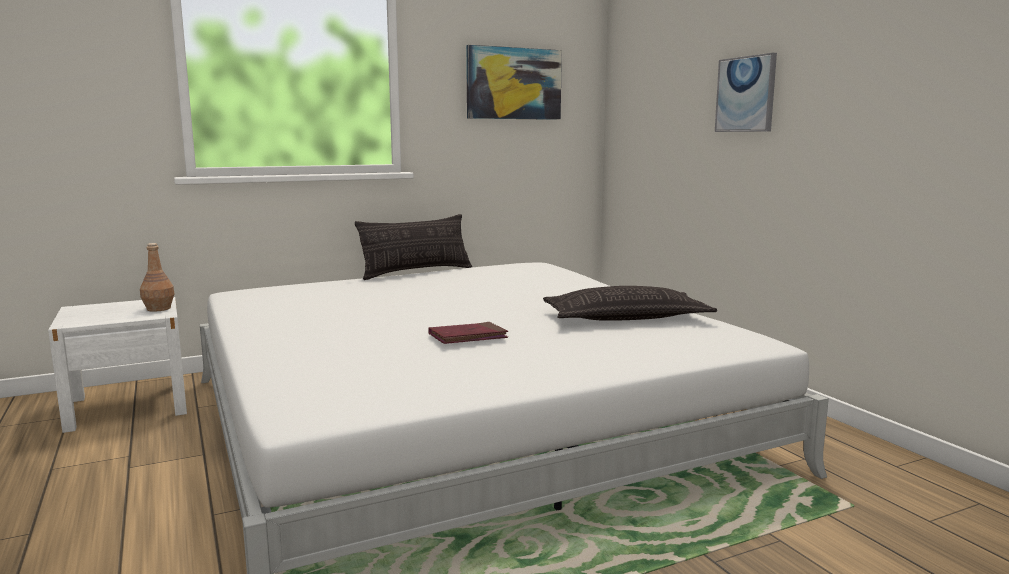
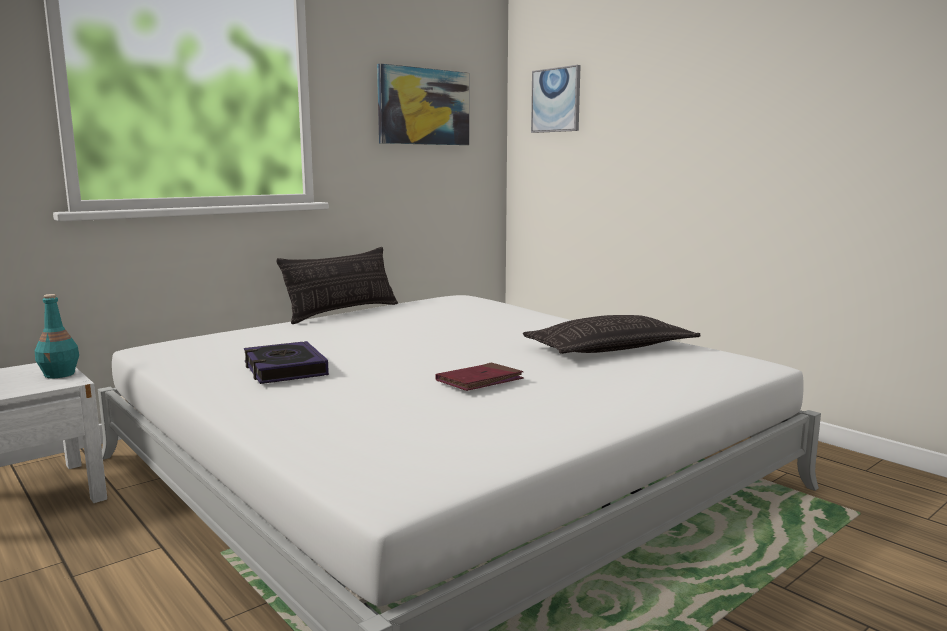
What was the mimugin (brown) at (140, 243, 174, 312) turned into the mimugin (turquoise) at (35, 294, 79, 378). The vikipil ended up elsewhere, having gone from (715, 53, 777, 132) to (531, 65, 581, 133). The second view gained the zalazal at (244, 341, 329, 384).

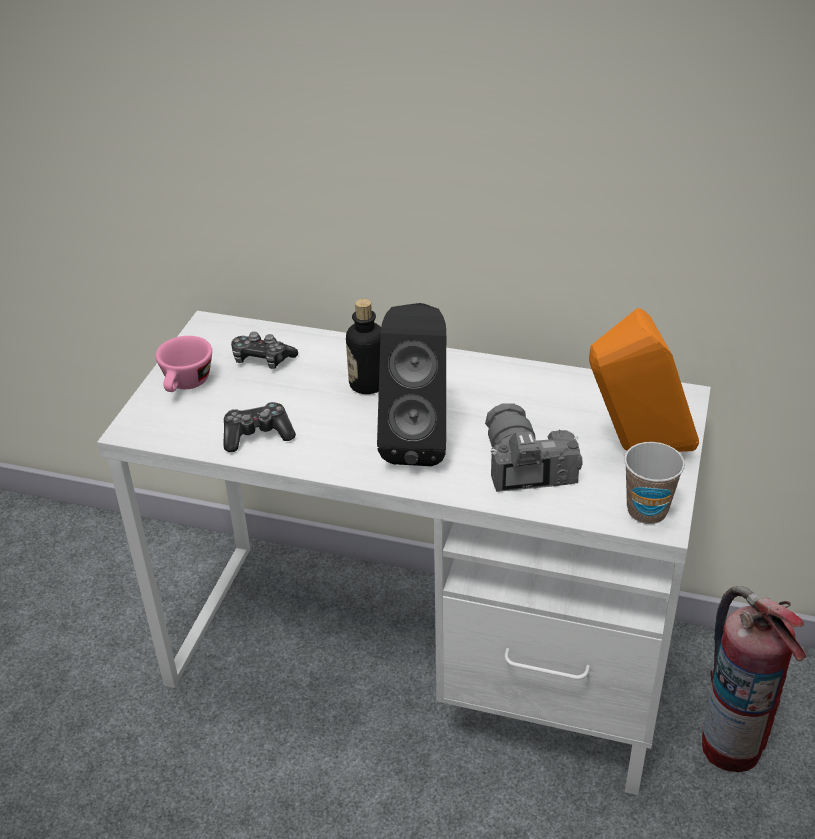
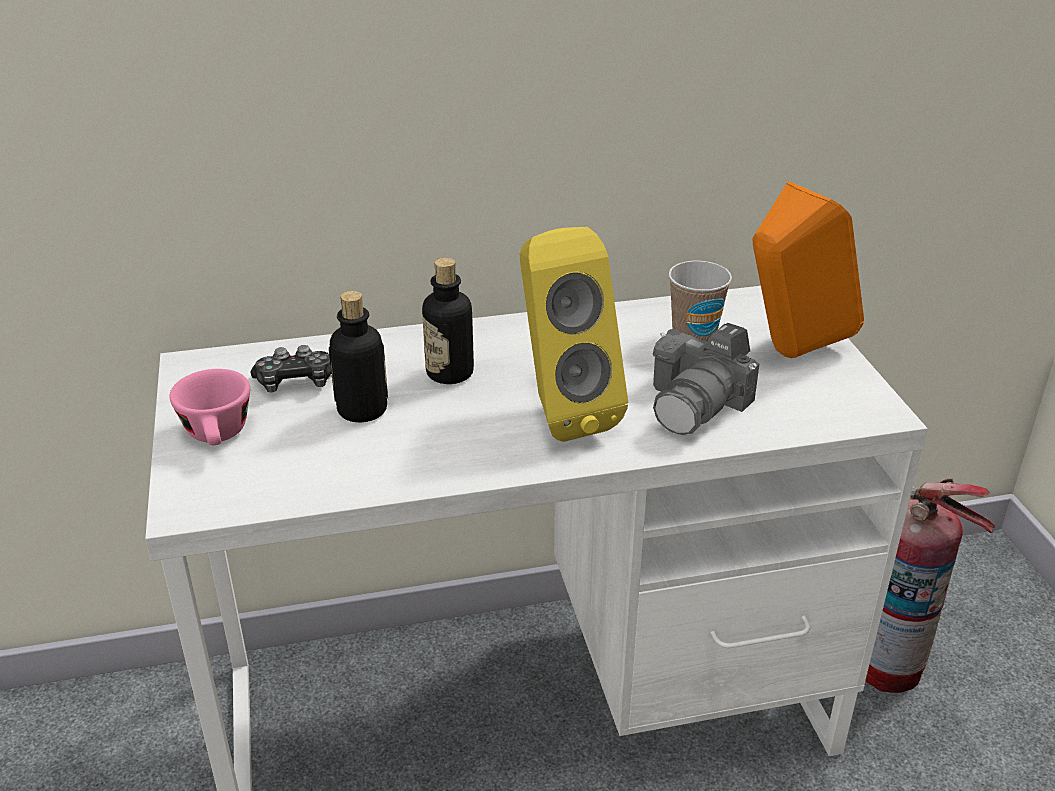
The second view lost the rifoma at (223, 402, 296, 452). What was the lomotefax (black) at (377, 303, 446, 466) turned into the lomotefax (yellow) at (519, 227, 628, 442). The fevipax at (485, 403, 583, 492) ended up facing another way, 105 degrees counterclockwise from before. The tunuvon ended up elsewhere, having gone from (624, 442, 685, 524) to (668, 261, 732, 341). The second view gained the mimugin at (329, 291, 388, 422).

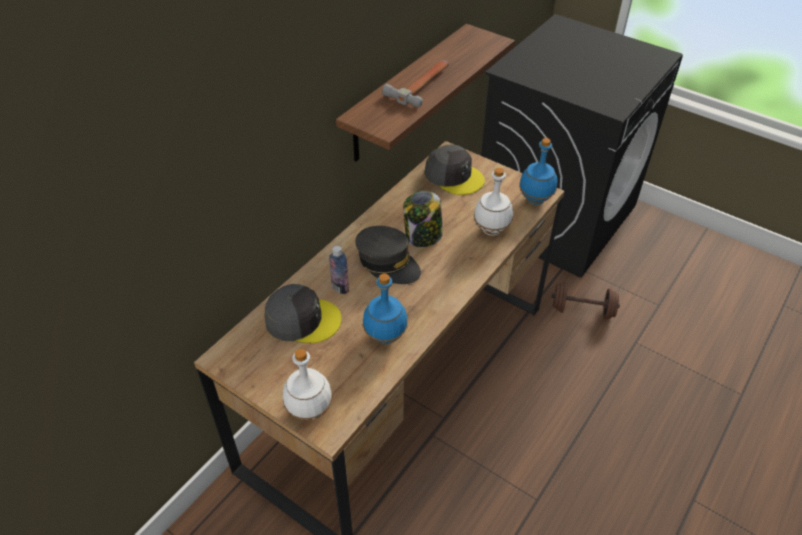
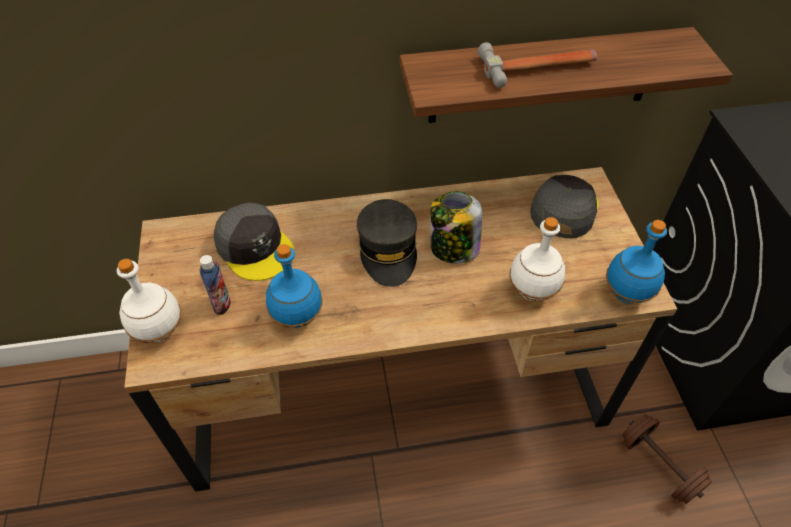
The mimugin ended up elsewhere, having gone from (329, 246, 349, 294) to (200, 255, 231, 315). The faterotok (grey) at (425, 145, 485, 195) ended up facing another way, 150 degrees counterclockwise from before.

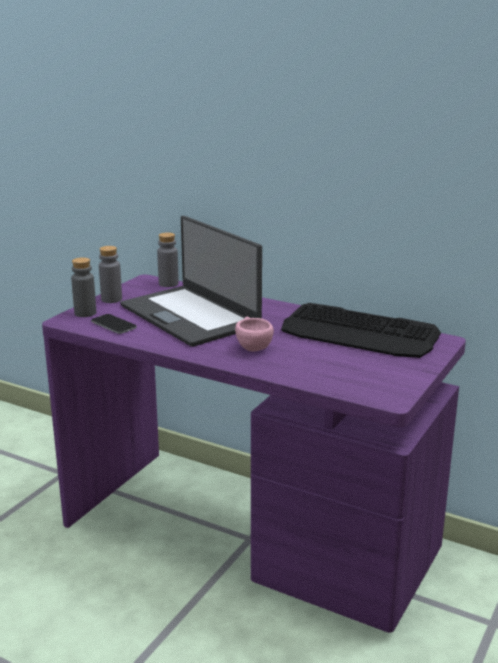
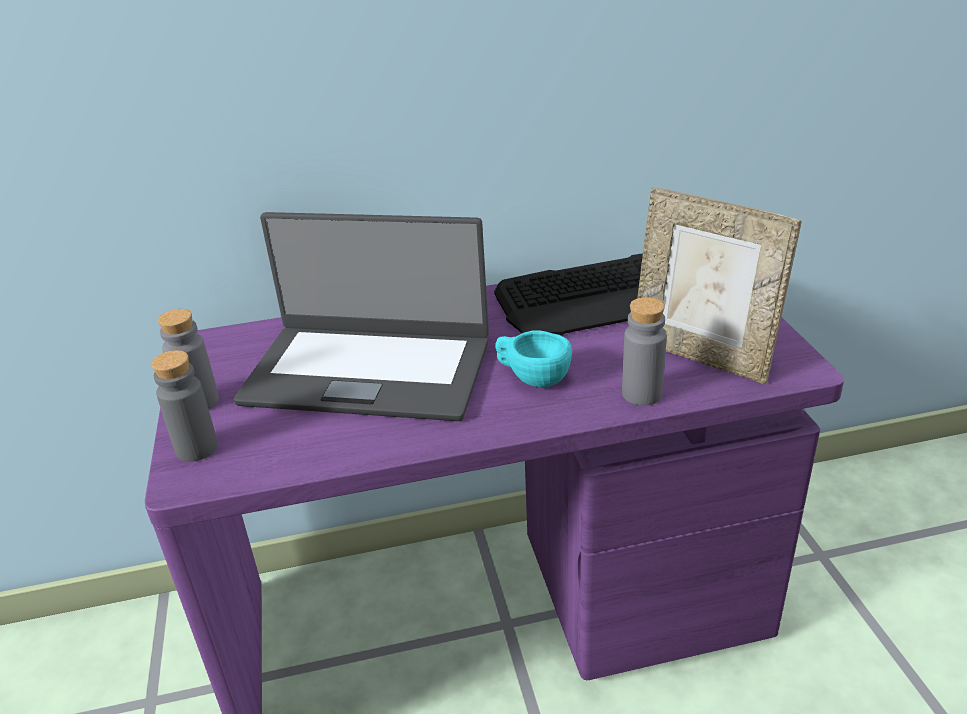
The second view lost the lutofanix at (91, 314, 137, 334). The mimugin (grey) ended up elsewhere, having gone from (157, 232, 179, 287) to (622, 297, 667, 406). What was the tunuvon (pink) at (235, 317, 274, 351) turned into the tunuvon (turquoise) at (495, 330, 572, 388). The second view gained the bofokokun at (638, 187, 802, 384).

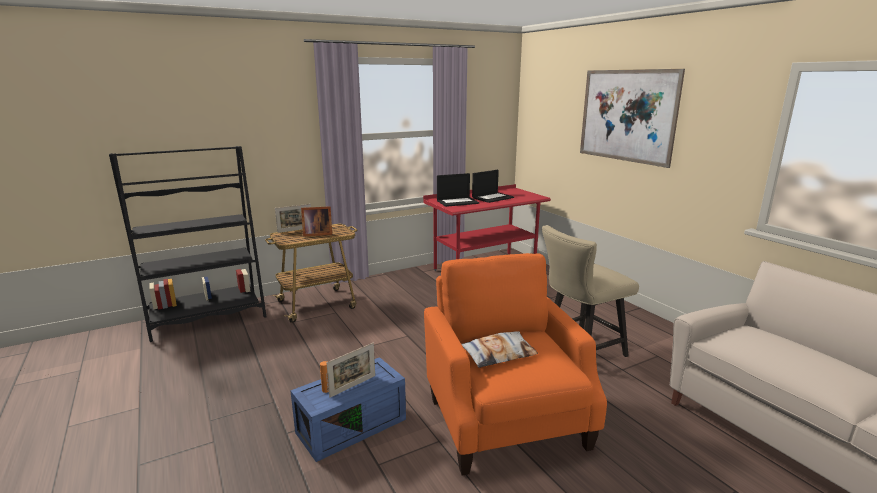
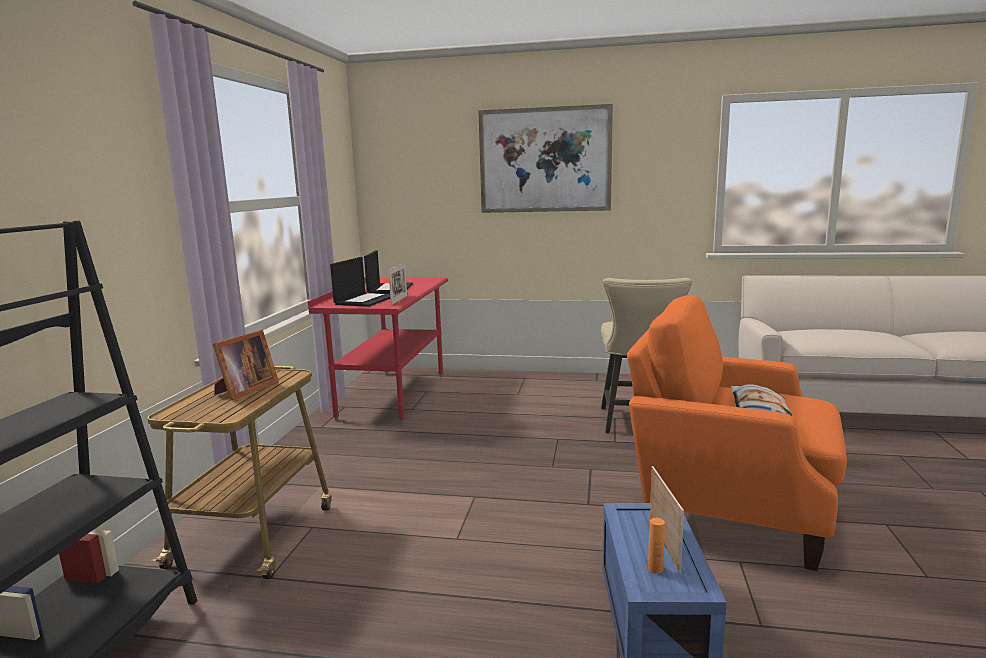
The bofokokun ended up elsewhere, having gone from (275, 204, 311, 233) to (389, 263, 407, 305).

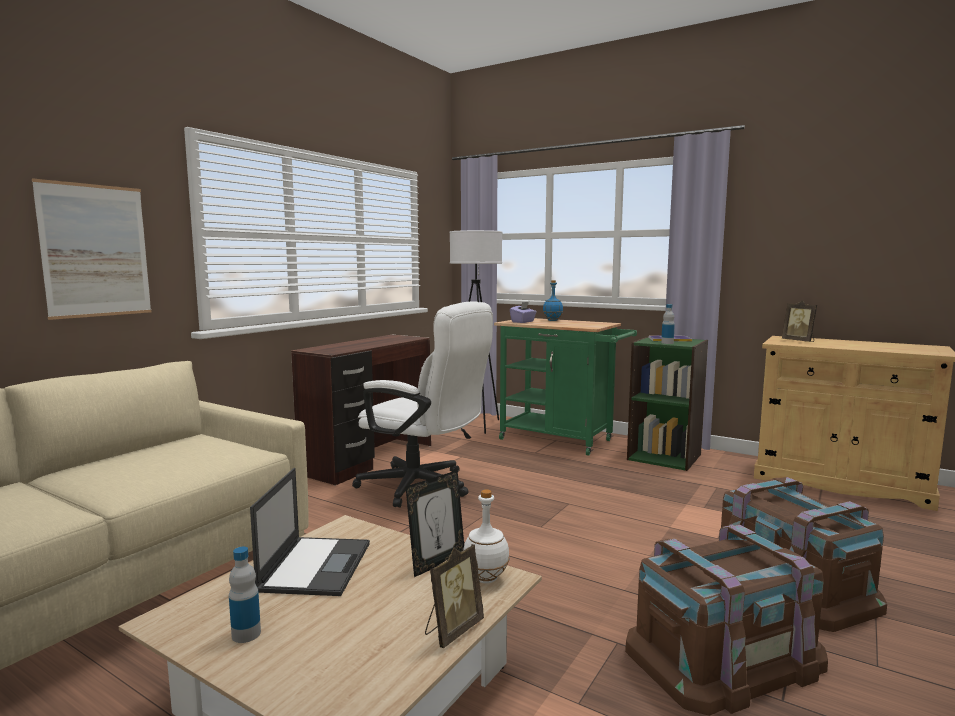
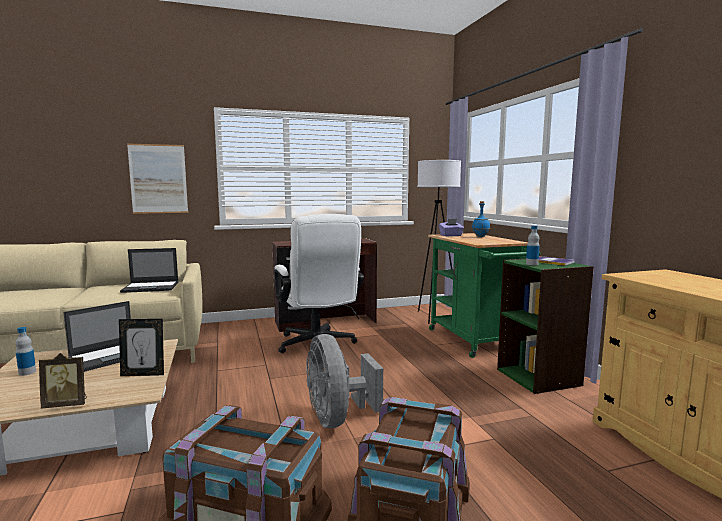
The second view lost the mimugin (white) at (463, 489, 509, 583). The second view lost the bofokokun at (782, 300, 817, 342). The second view gained the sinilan at (120, 248, 178, 293). The second view gained the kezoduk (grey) at (306, 334, 383, 428).

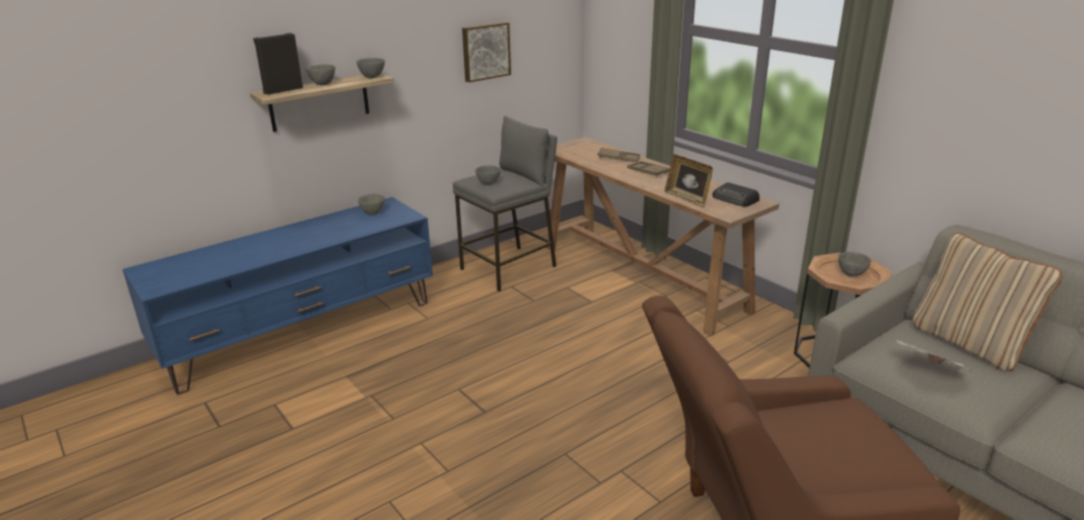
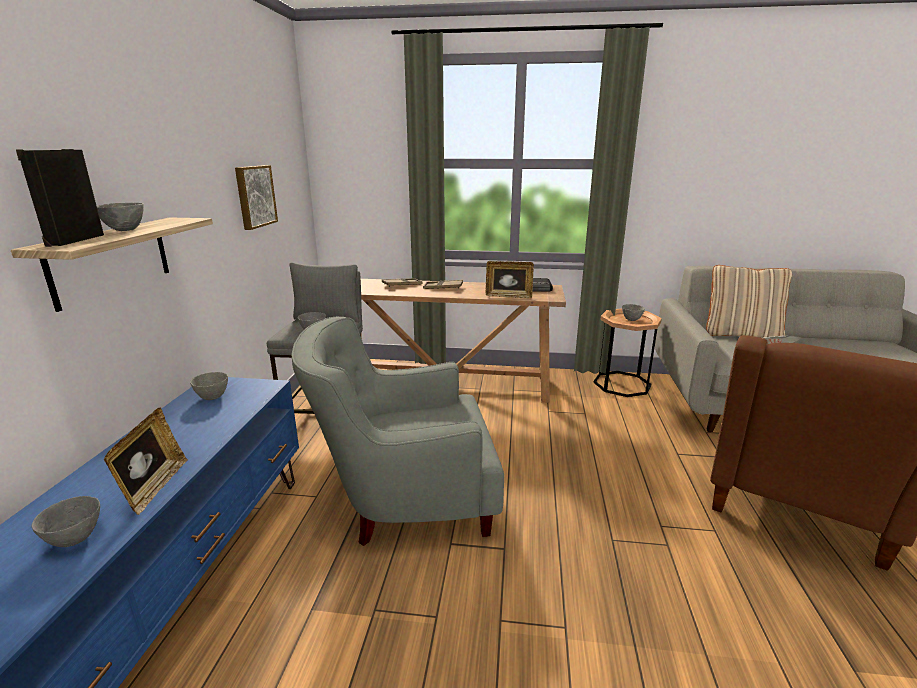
The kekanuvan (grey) ended up elsewhere, having gone from (356, 58, 385, 78) to (31, 496, 100, 547). The second view gained the bofokokun at (104, 407, 188, 515). The second view gained the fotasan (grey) at (292, 317, 504, 546).

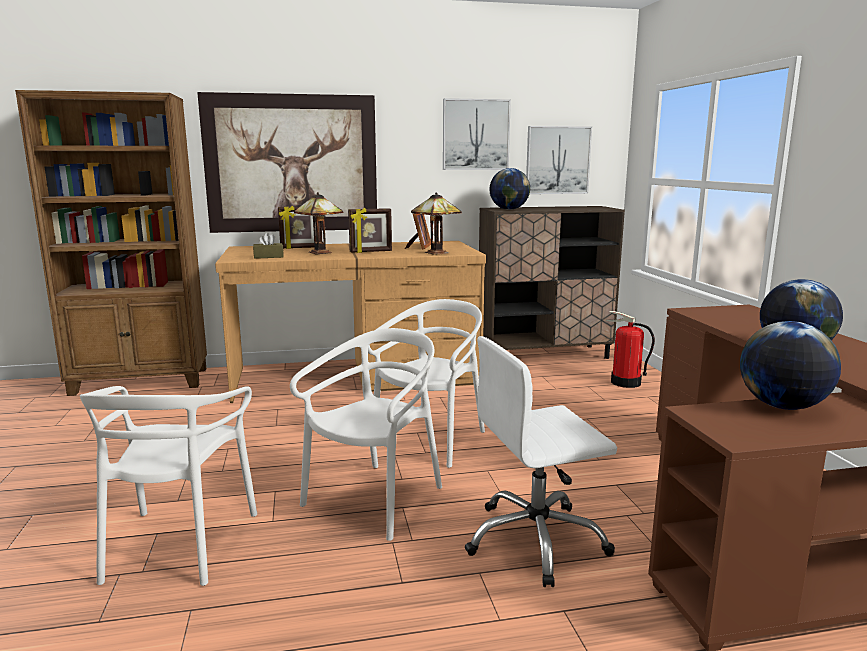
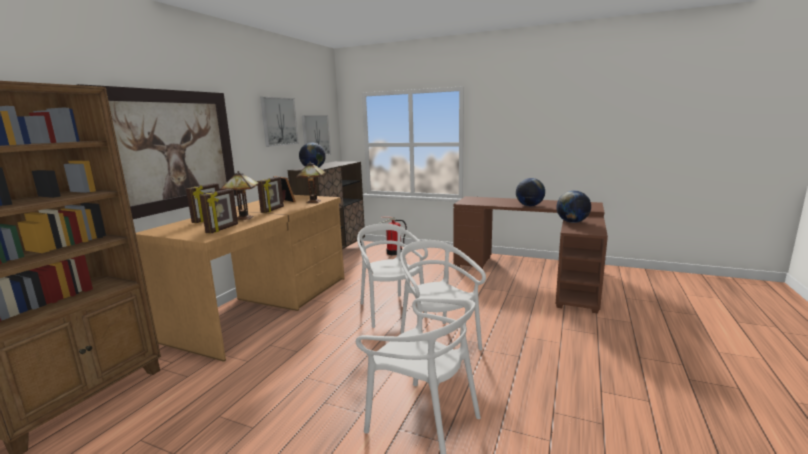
Where the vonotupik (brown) stood at (253, 233, 284, 259), the bofokokun came to stand at (200, 189, 238, 234). The second view lost the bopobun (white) at (465, 336, 617, 587).

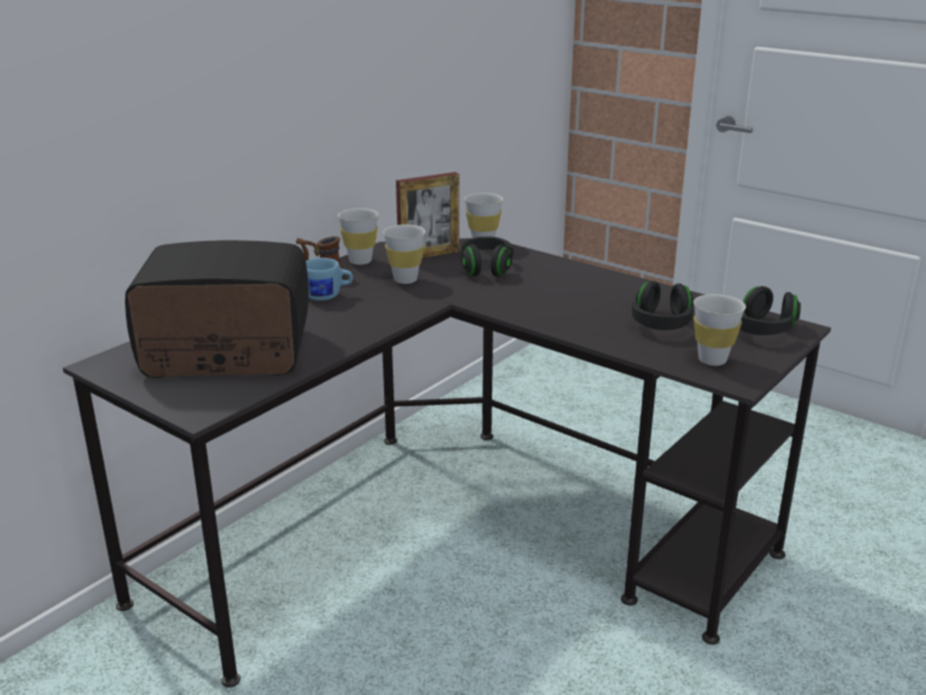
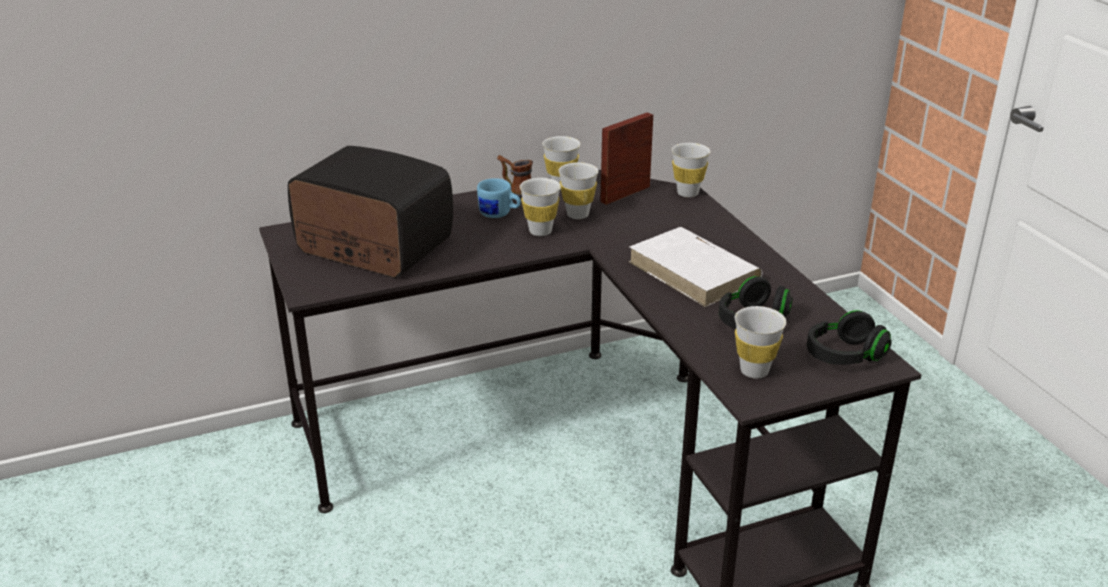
The bofokokun at (396, 172, 459, 258) ended up facing another way, 135 degrees clockwise from before. The second view lost the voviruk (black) at (461, 236, 513, 276). The second view gained the tunuvon (white) at (520, 178, 561, 236). The second view gained the zalazal (white) at (628, 227, 763, 307).

